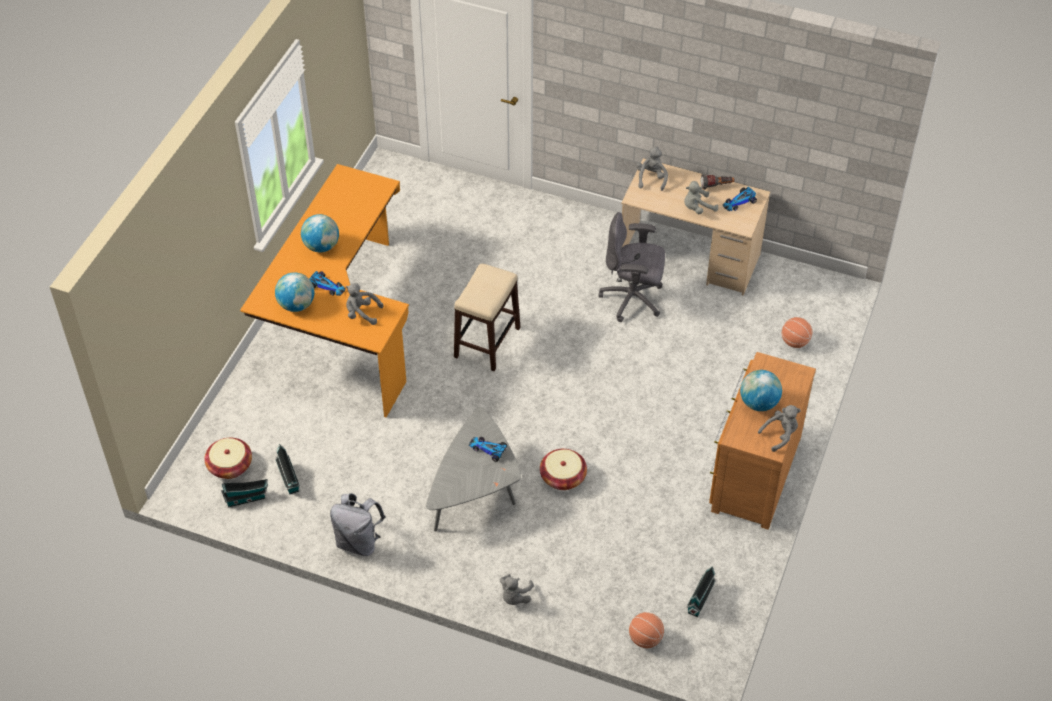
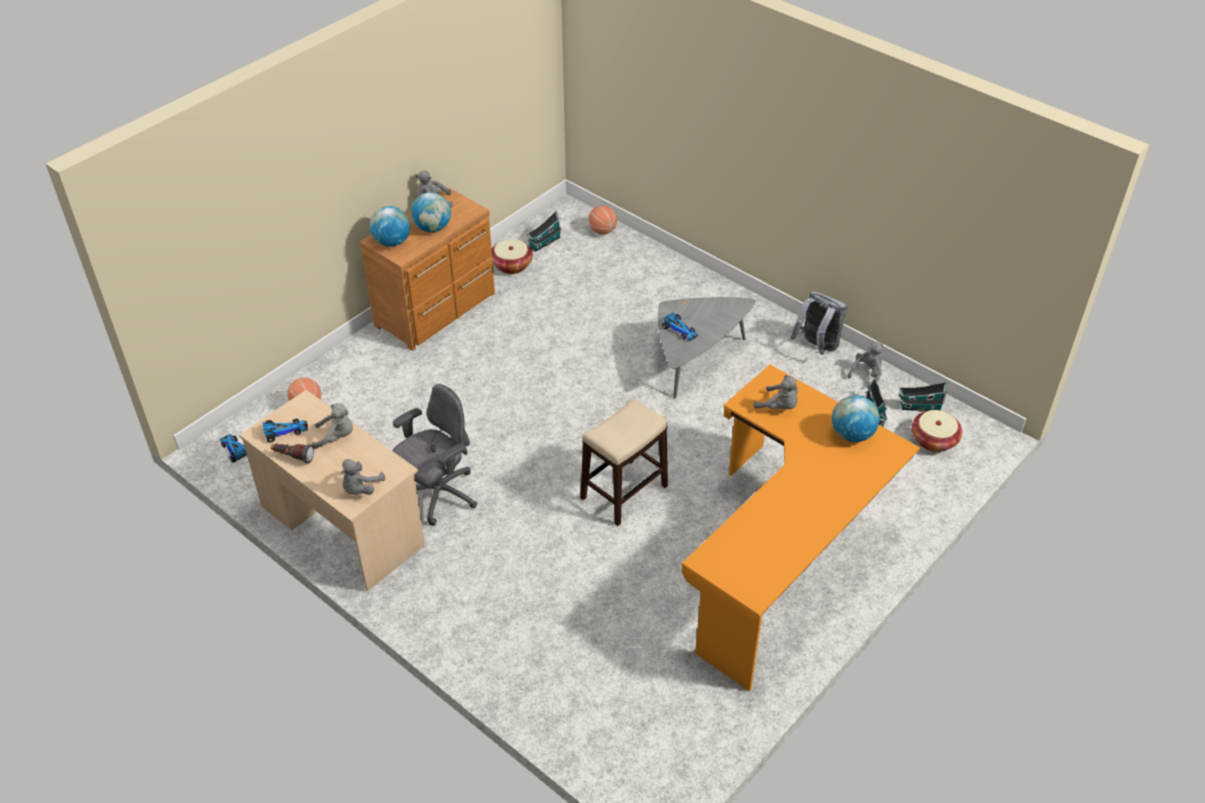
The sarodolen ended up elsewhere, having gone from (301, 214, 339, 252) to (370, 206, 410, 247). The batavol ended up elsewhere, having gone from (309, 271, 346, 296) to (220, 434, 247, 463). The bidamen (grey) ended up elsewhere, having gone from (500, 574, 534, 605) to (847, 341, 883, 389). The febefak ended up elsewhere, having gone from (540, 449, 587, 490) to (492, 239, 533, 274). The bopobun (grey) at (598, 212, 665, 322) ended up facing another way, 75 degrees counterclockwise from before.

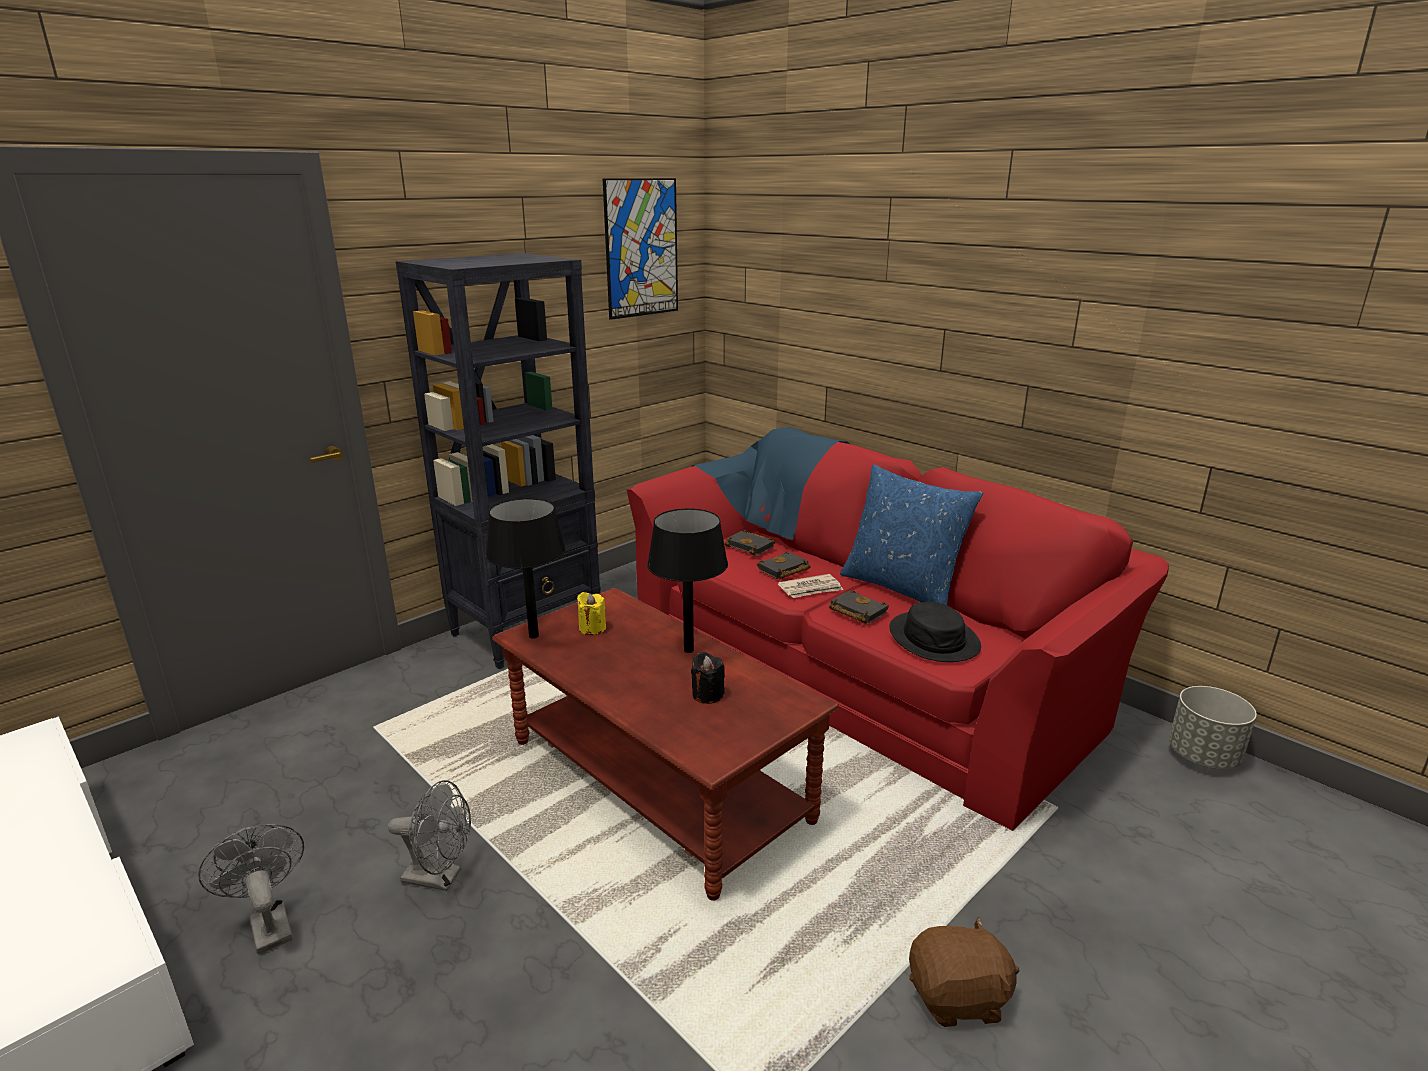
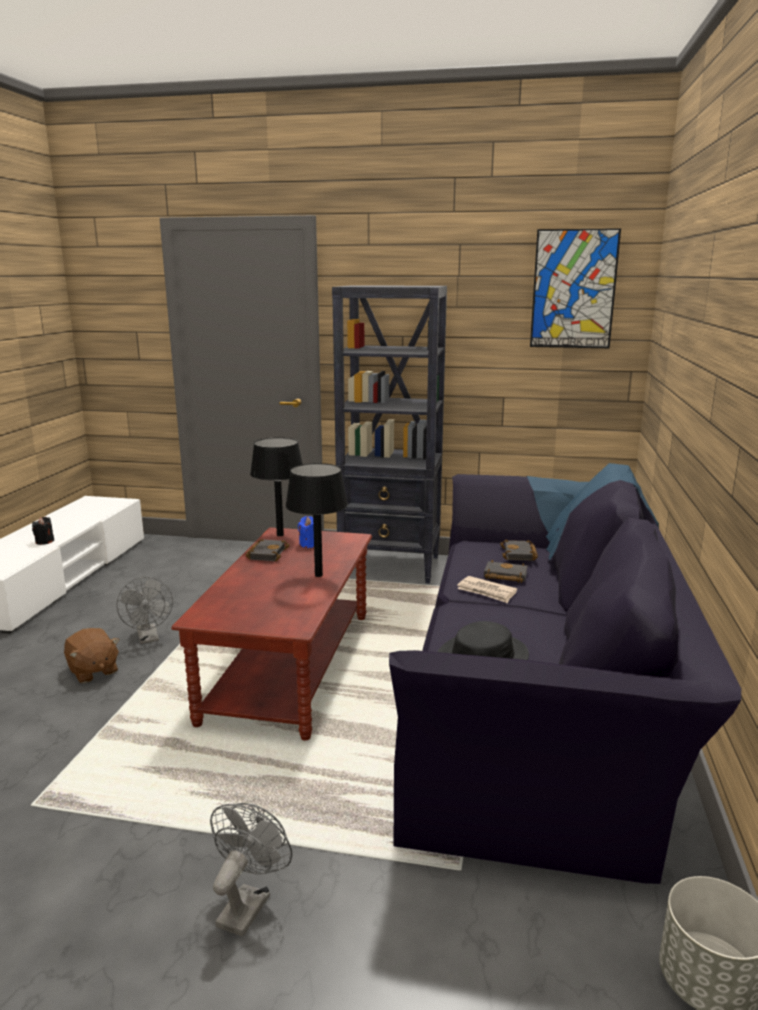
The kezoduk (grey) ended up elsewhere, having gone from (198, 824, 304, 955) to (210, 803, 292, 937). What was the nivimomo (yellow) at (577, 592, 606, 635) turned into the nivimomo (blue) at (298, 516, 314, 548). What was the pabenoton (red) at (626, 427, 1169, 831) turned into the pabenoton (black) at (389, 463, 741, 884). The nivimomo (black) ended up elsewhere, having gone from (691, 652, 725, 704) to (32, 517, 54, 545). The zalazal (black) ended up elsewhere, having gone from (829, 590, 889, 624) to (245, 539, 290, 561). The second view lost the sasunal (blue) at (840, 464, 983, 605). The bidamen (brown) ended up elsewhere, having gone from (909, 917, 1019, 1027) to (64, 628, 119, 683).

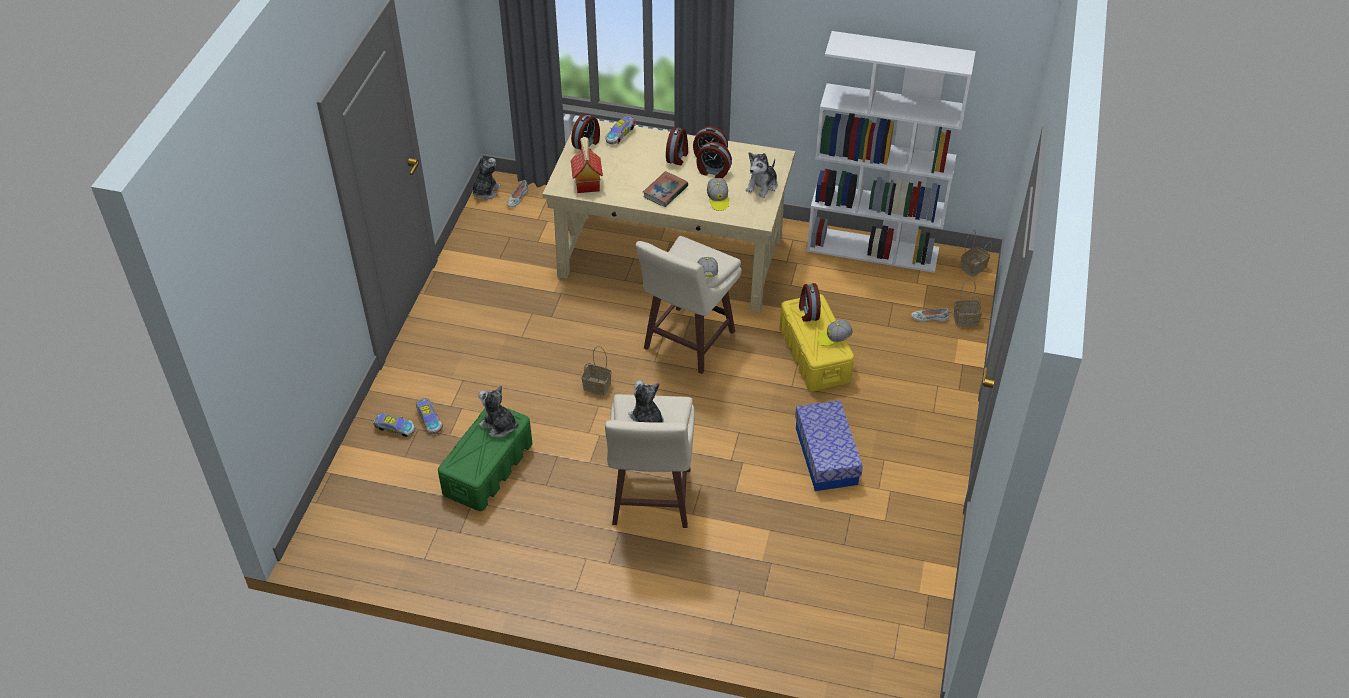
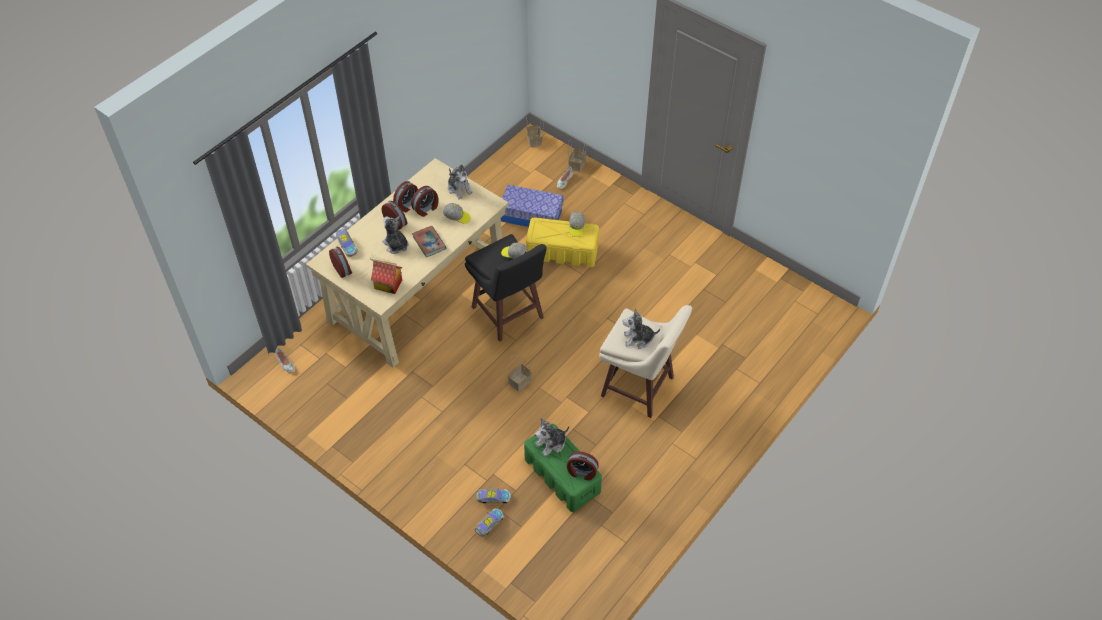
The bidamen ended up elsewhere, having gone from (472, 157, 501, 200) to (382, 216, 409, 254). What was the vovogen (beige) at (636, 236, 742, 374) turned into the vovogen (black) at (465, 234, 547, 342). The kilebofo ended up elsewhere, having gone from (795, 400, 863, 491) to (501, 185, 563, 227). The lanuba ended up elsewhere, having gone from (799, 283, 821, 322) to (567, 451, 599, 481). The second view lost the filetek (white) at (807, 31, 976, 273).

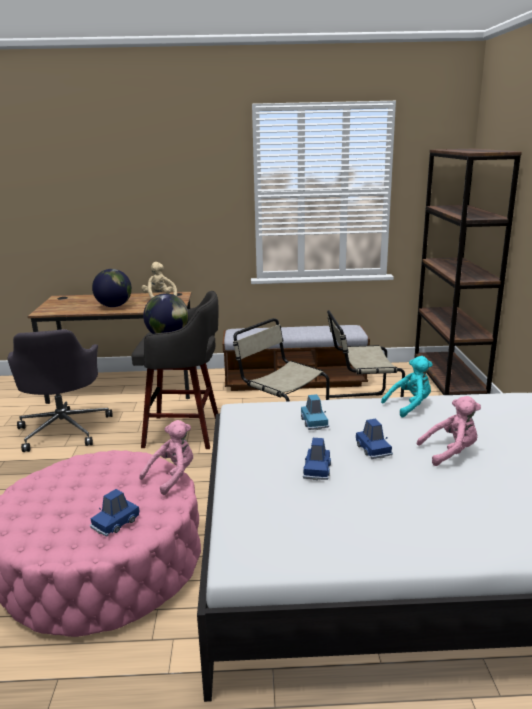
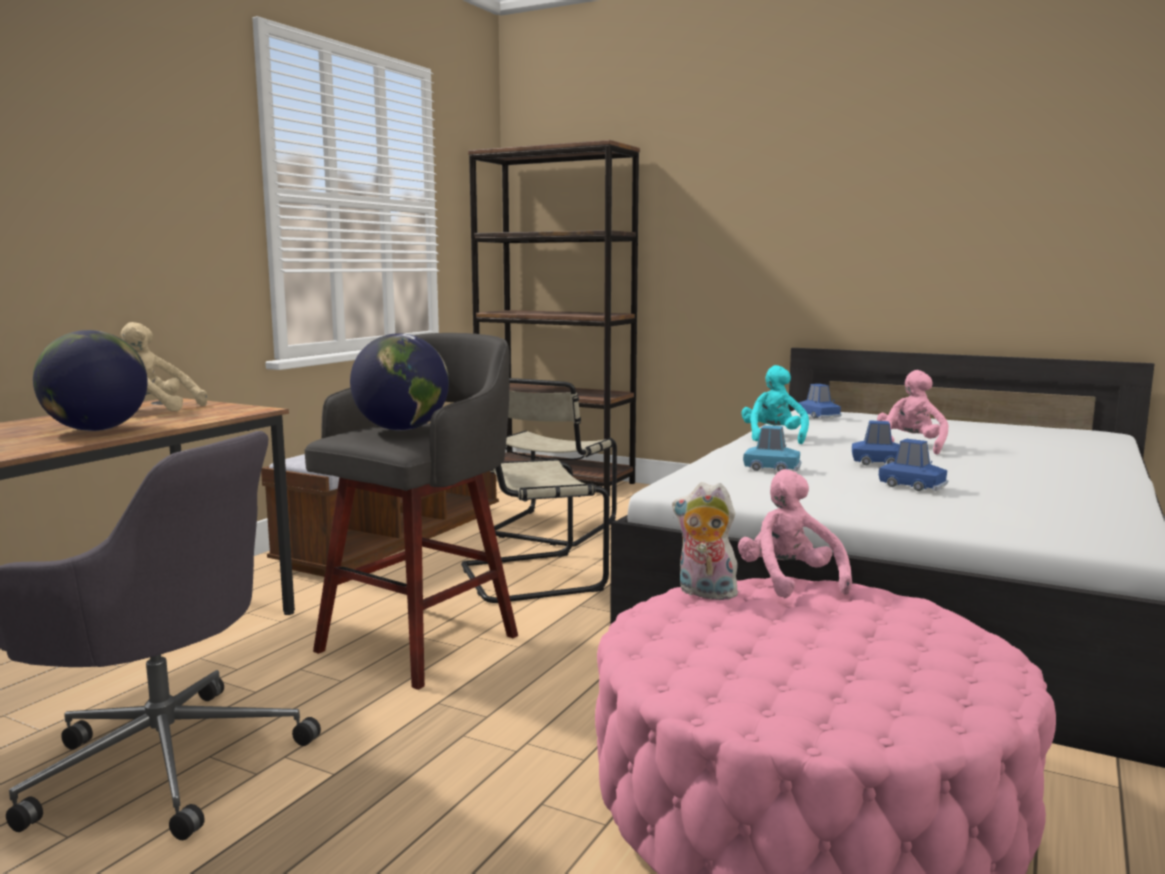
The batavol (blue) ended up elsewhere, having gone from (90, 489, 139, 536) to (799, 384, 842, 419). The second view gained the bidamen at (672, 482, 744, 600).

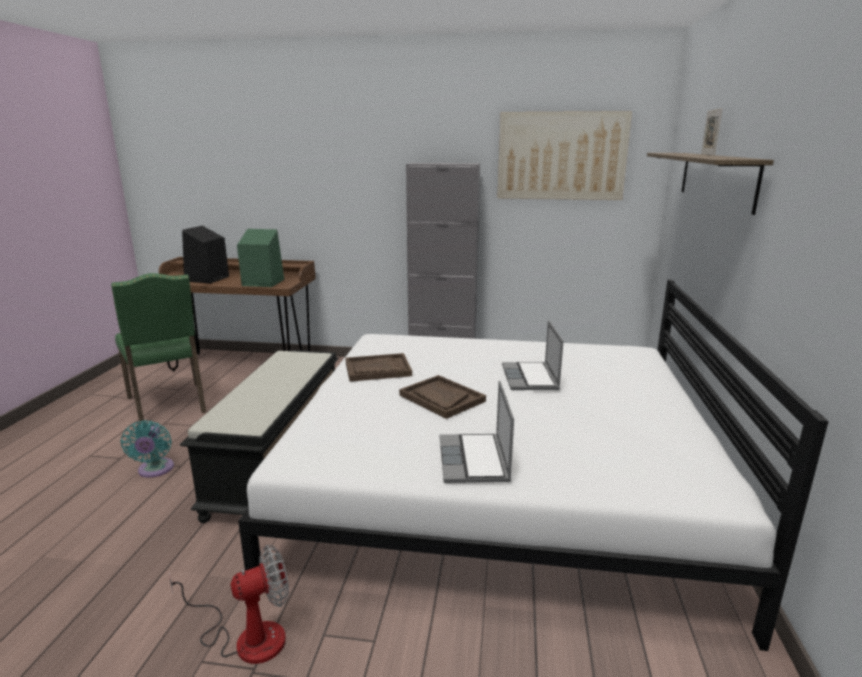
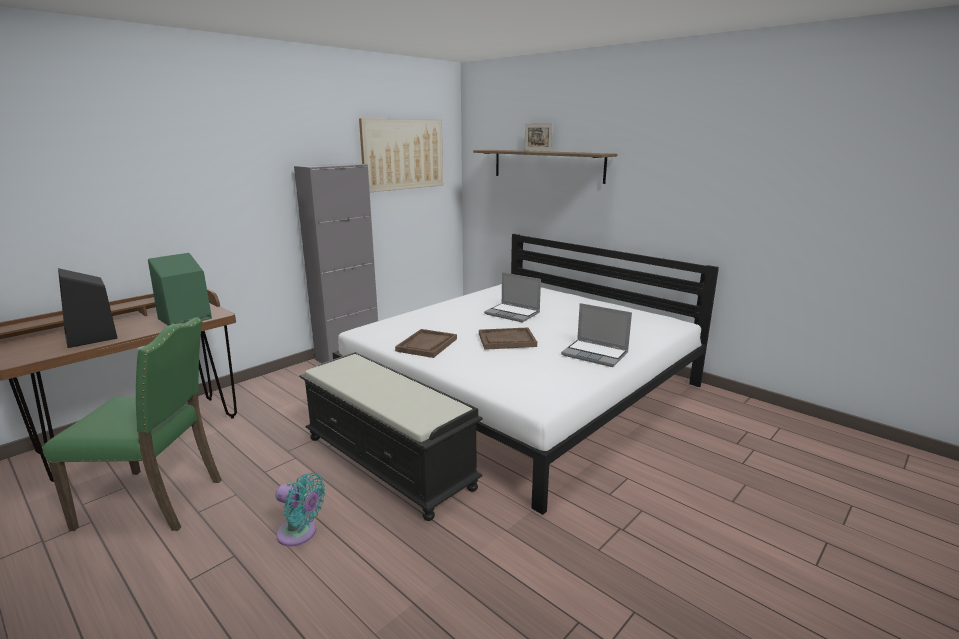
The second view lost the kezoduk at (169, 545, 289, 664).

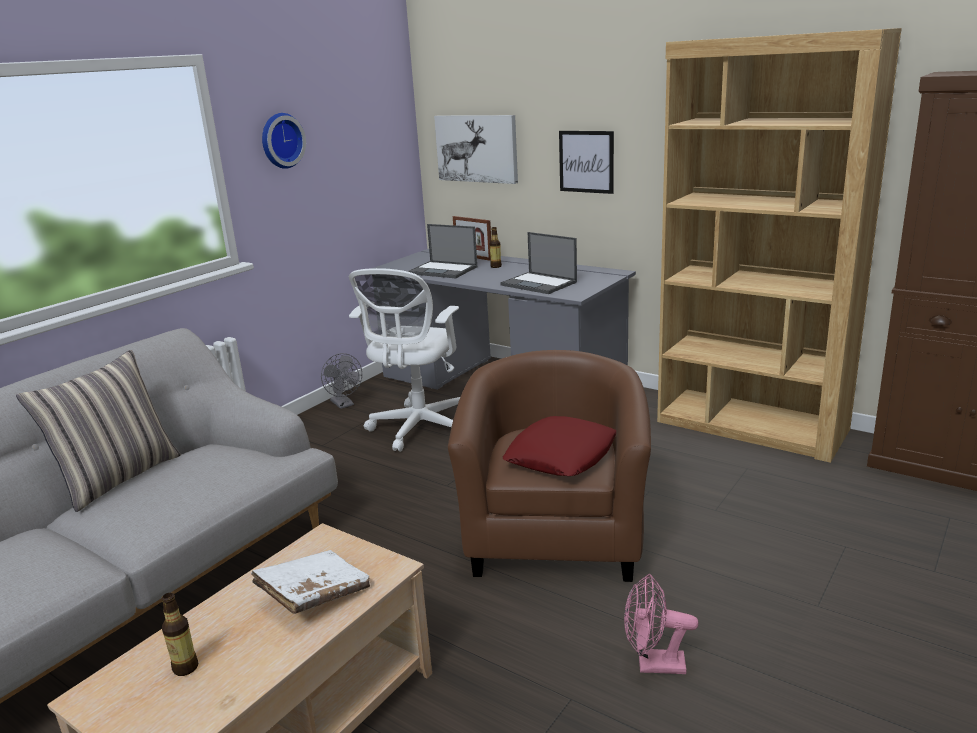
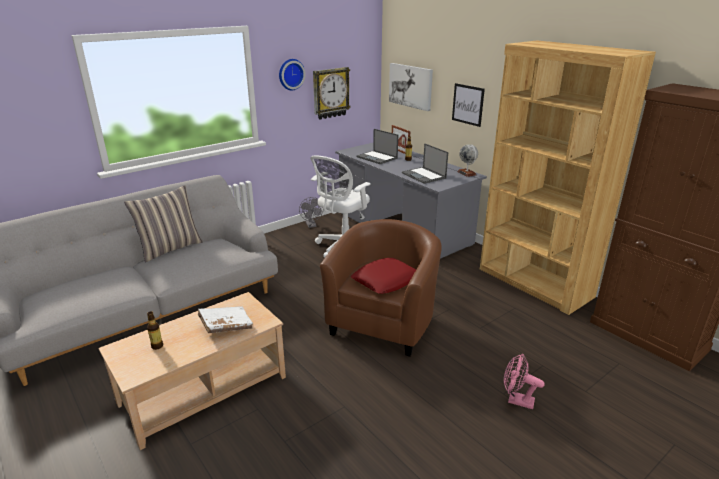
The kezoduk (pink) ended up elsewhere, having gone from (624, 574, 699, 674) to (504, 354, 545, 409). The second view gained the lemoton at (313, 67, 351, 120). The second view gained the sarodolen at (457, 144, 478, 177).

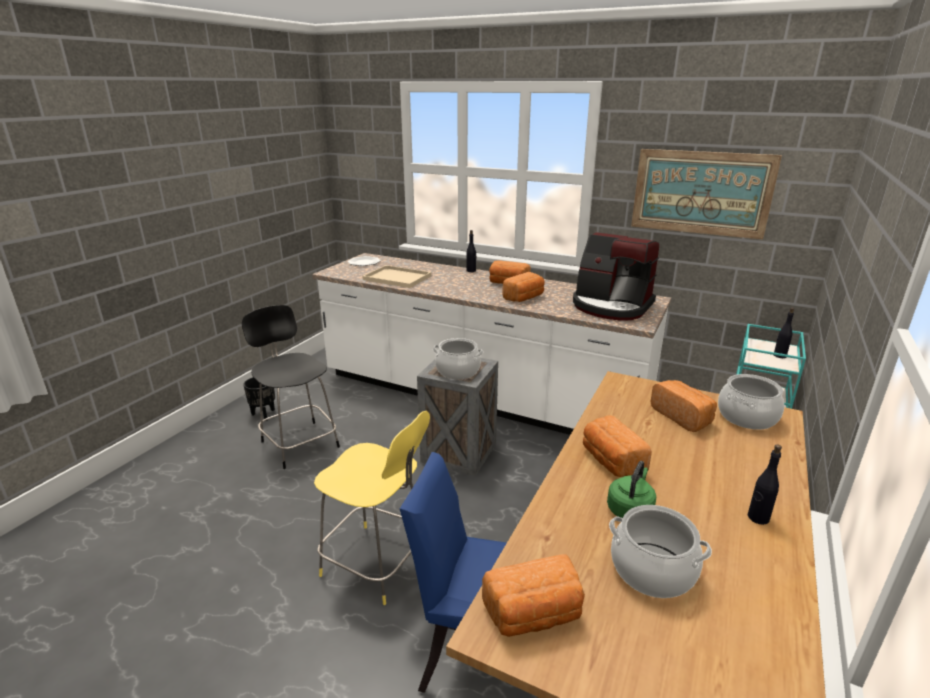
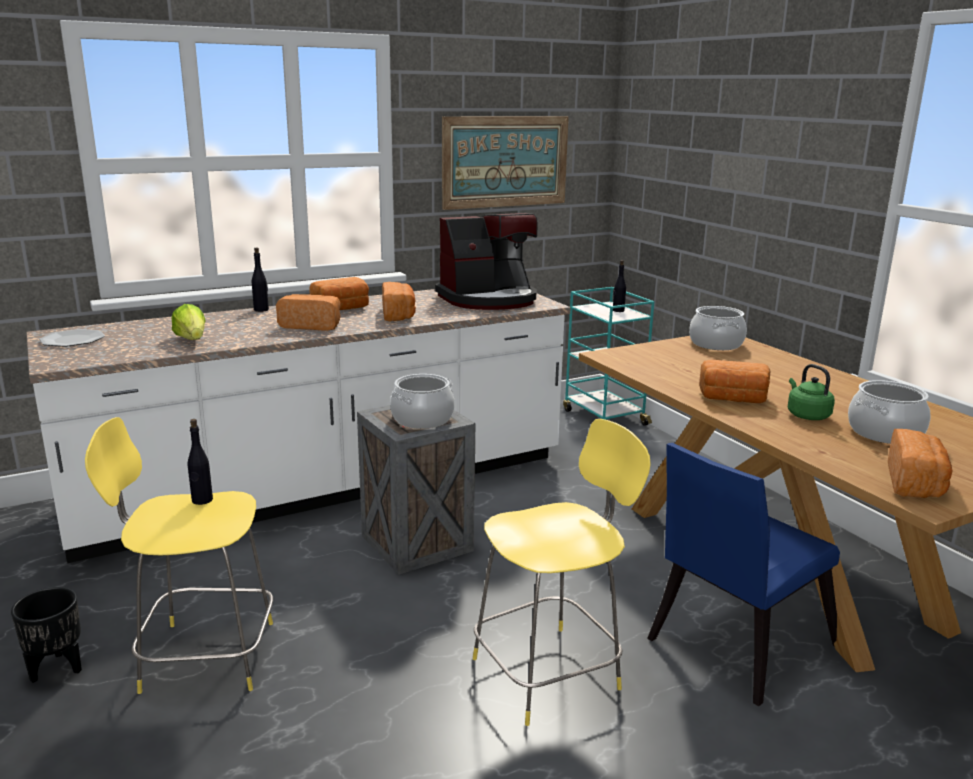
What was the vovogen (black) at (242, 305, 340, 469) turned into the vovogen (yellow) at (85, 417, 273, 694). Where the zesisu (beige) stood at (362, 265, 431, 288), the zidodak came to stand at (171, 304, 206, 340). The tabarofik ended up elsewhere, having gone from (650, 380, 717, 432) to (276, 294, 341, 331). The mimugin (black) ended up elsewhere, having gone from (748, 444, 782, 525) to (188, 419, 213, 505).

